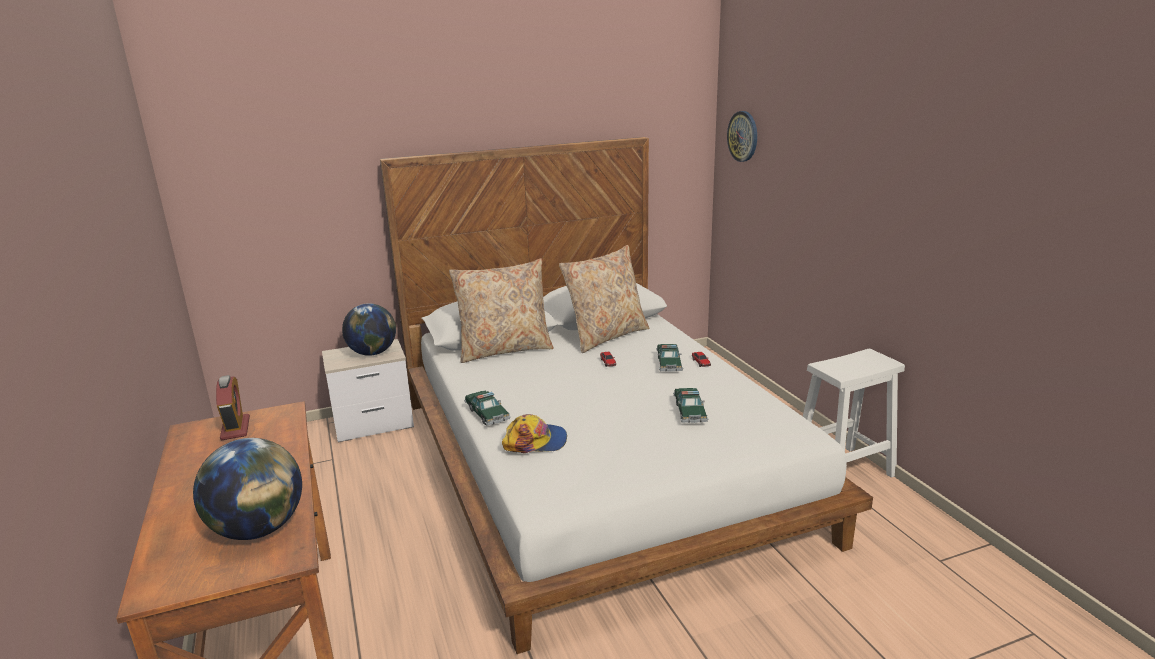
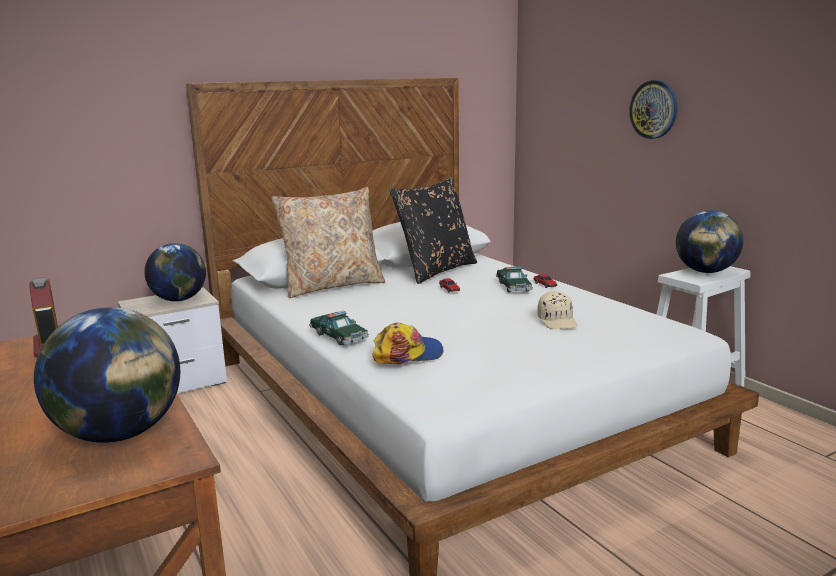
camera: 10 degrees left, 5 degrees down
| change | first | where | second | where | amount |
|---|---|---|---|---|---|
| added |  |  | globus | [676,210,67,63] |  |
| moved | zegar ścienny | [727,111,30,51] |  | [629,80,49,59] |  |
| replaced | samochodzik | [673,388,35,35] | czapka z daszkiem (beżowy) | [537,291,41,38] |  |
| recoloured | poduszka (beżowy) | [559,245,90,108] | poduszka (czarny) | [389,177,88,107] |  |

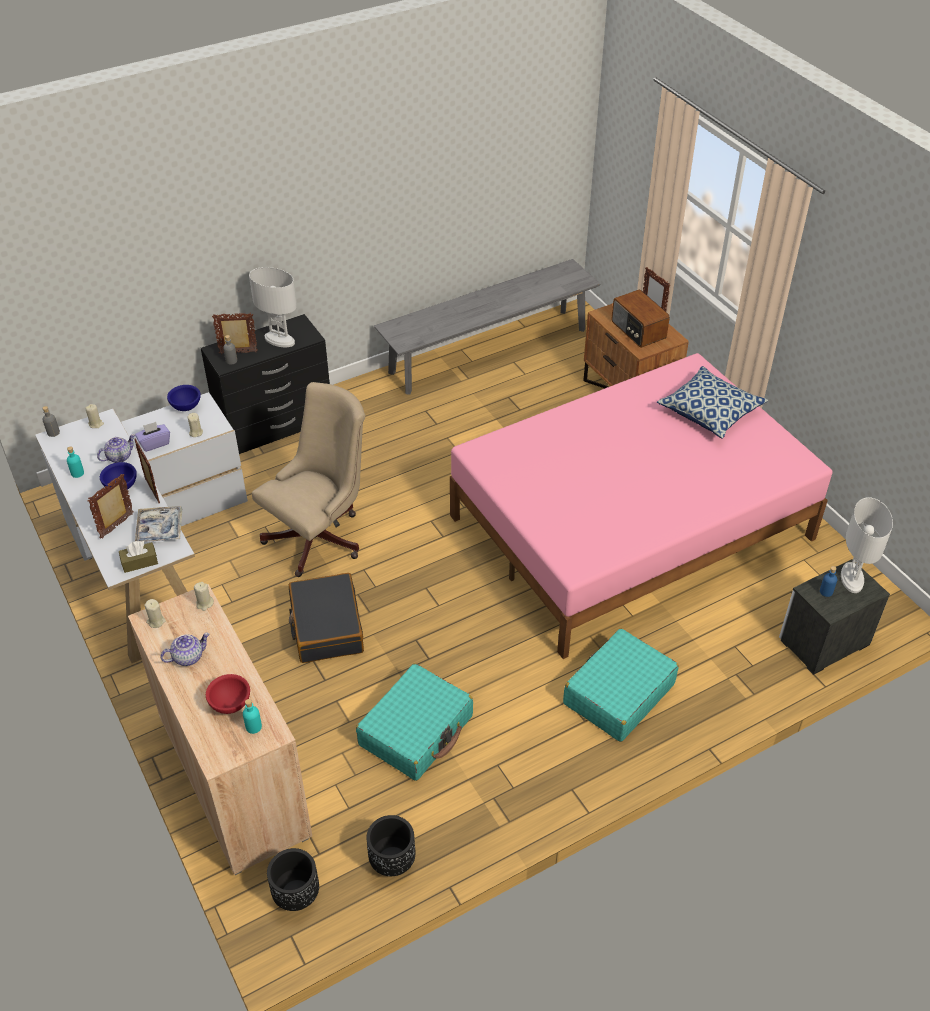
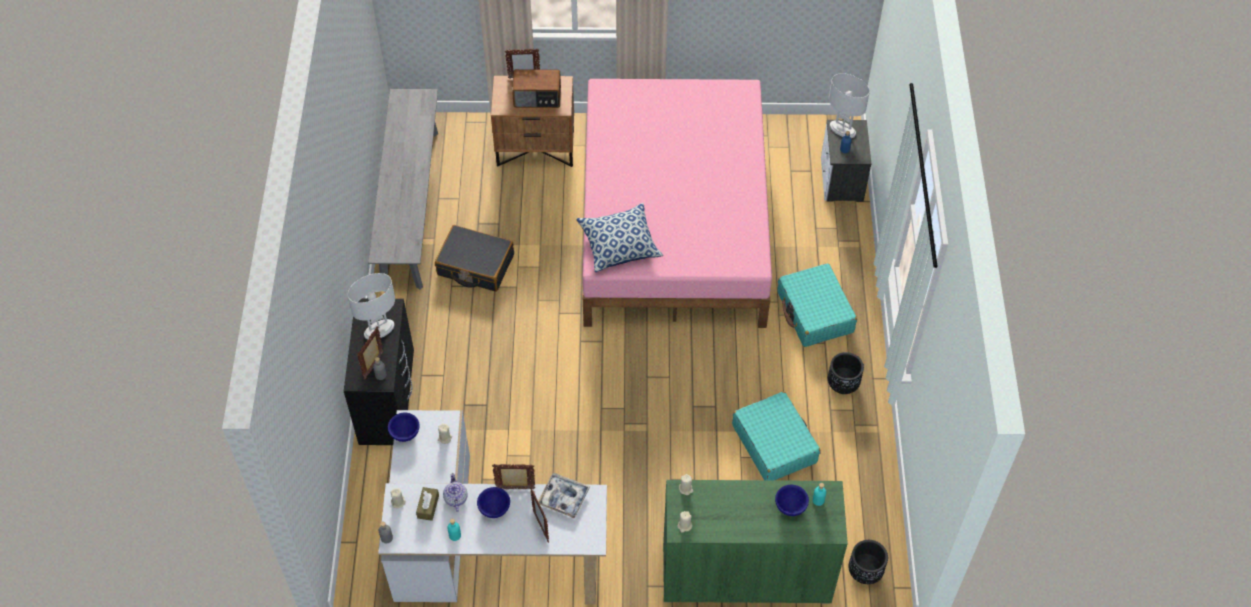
camera: 60 degrees left, 10 degrees up
| change | first | where | second | where | amount |
|---|---|---|---|---|---|
| removed | pudełko chusteczek (fioletowy) | [135,422,35,30] |  |  |  |
| removed | imbryk | [160,633,50,33] |  |  |  |
| removed | krzesło biurowe (beżowy) | [252,382,113,195] |  |  |  |
| moved | pudełko chusteczek (brązowy) | [119,541,39,32] |  | [416,487,23,34] |  |
| moved | walizka (czarny) | [289,573,75,90] |  | [435,225,79,67] |  |
| moved | donica (czarny) | [367,815,48,61] |  | [828,352,36,42] |  |
| moved | poduszka | [657,366,111,73] |  | [576,203,87,69] |  |
| recoloured | szafka (beżowy) | [128,584,184,291] | szafka (zielony) | [663,480,185,123] |  |
| recoloured | miska (czerwony) | [206,674,44,40] | miska (niebieski) | [775,485,34,31] |  |

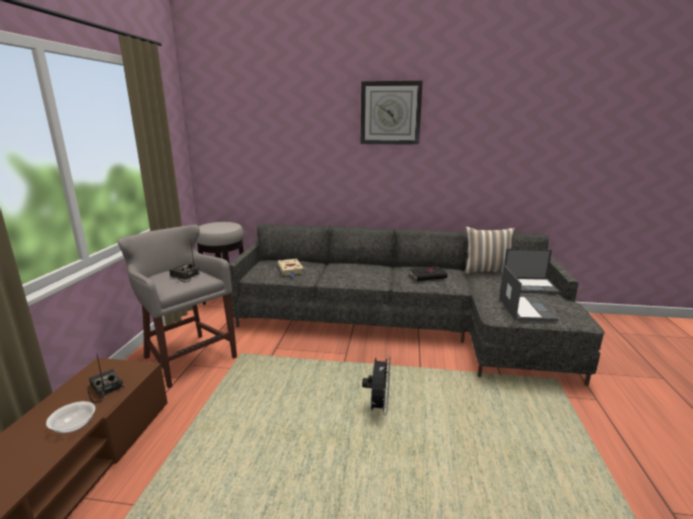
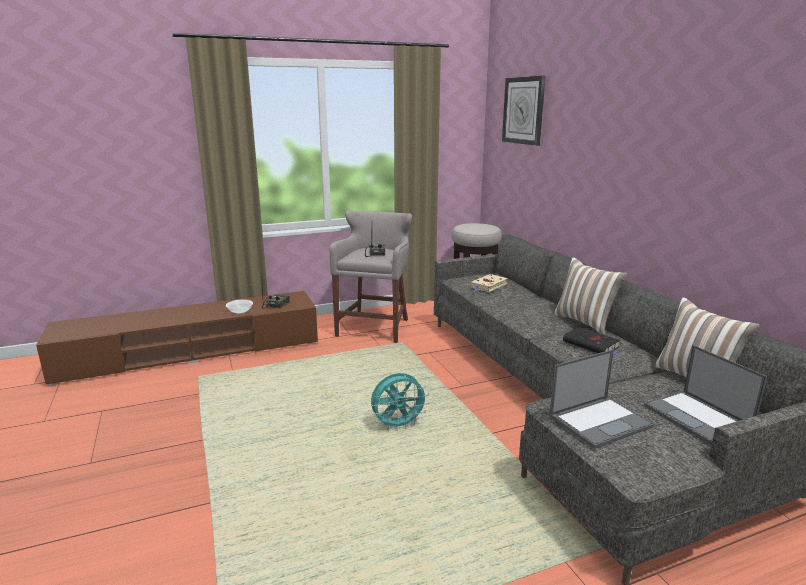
camera: 60 degrees right, 0 degrees up
| change | first | where | second | where | amount |
|---|---|---|---|---|---|
| added |  |  | poduszka | [554,257,73,78] |  |
| moved | zegar ścienny | [361,81,62,64] |  | [502,76,44,70] |  |
| recoloured | wentylator (czarny) | [362,355,29,60] | wentylator (turkusowy) | [371,373,58,57] |  |

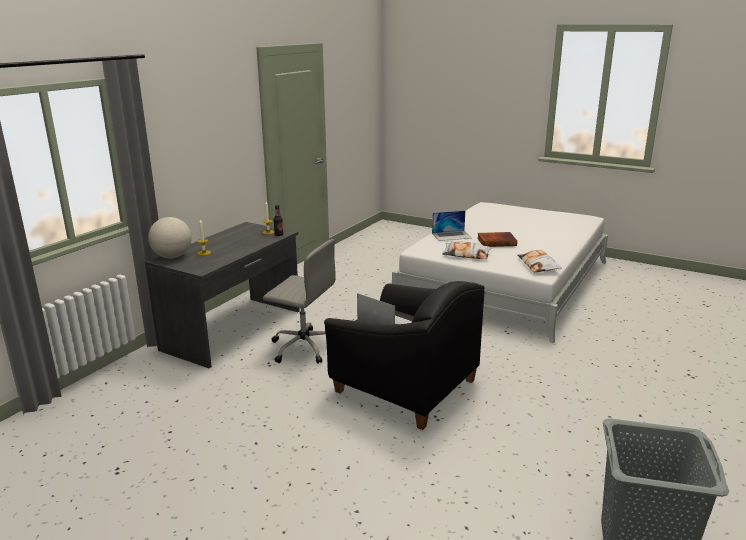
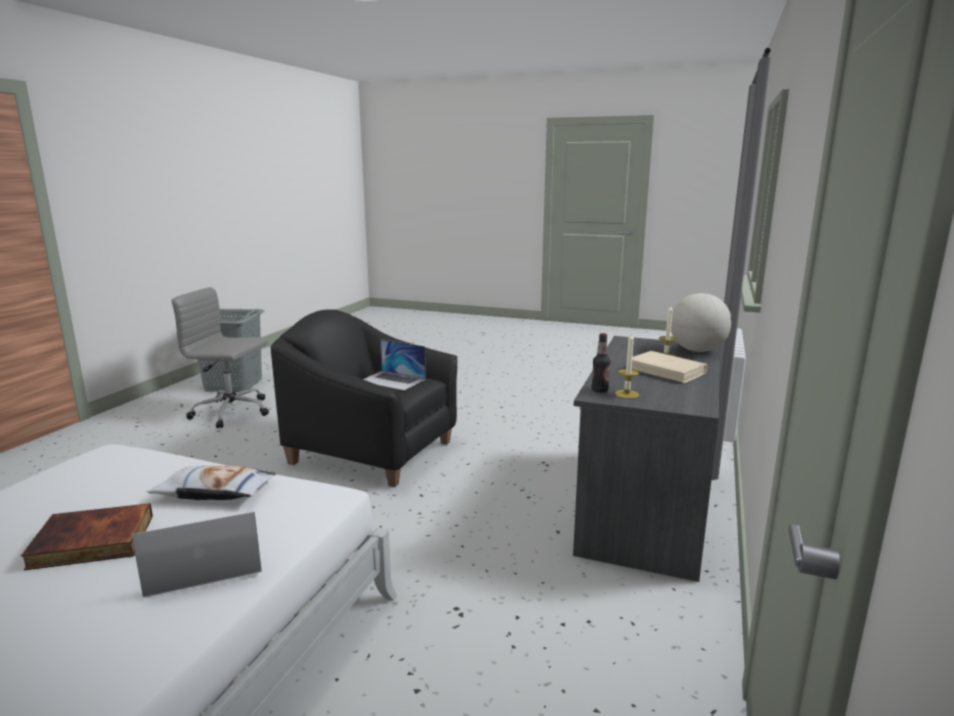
camera: 170 degrees right, 5 degrees down
| change | first | where | second | where | amount |
|---|---|---|---|---|---|
| removed | poduszka | [517,250,45,23] |  |  |  |
| added |  |  | książka (beżowy) | [631,351,76,32] |  |
| moved | krzesło biurowe (szary) | [263,239,72,125] |  | [171,287,98,142] |  |

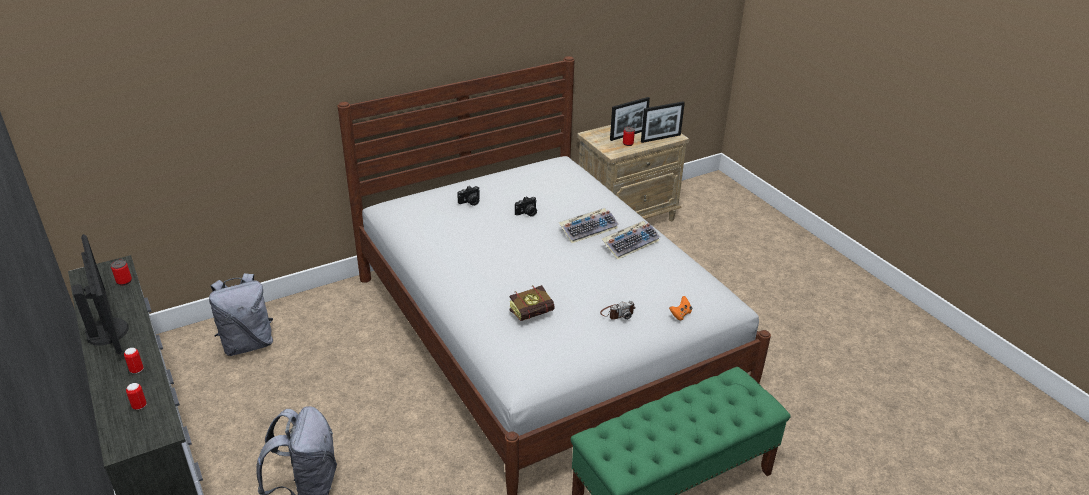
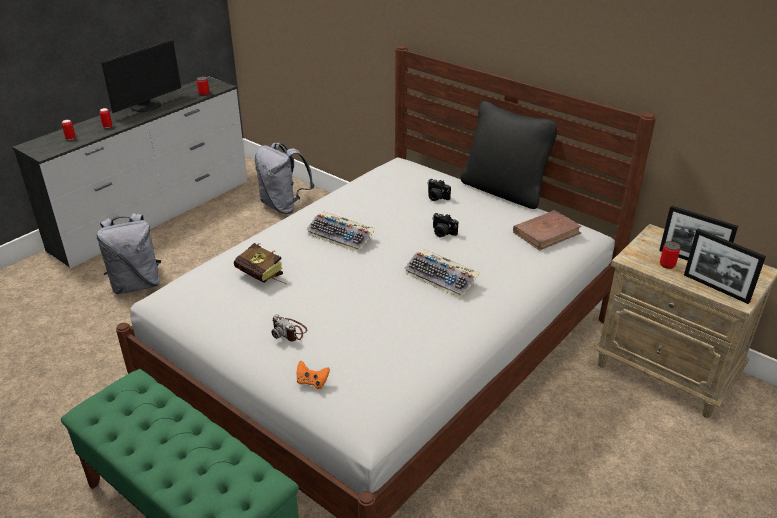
camera: 70 degrees right, 0 degrees up
| change | first | where | second | where | amount |
|---|---|---|---|---|---|
| added |  |  | poduszka (czarny) | [460,101,97,108] |  |
| added |  |  | książka (brązowy) | [513,210,69,41] |  |
| moved | klawiatura | [602,221,58,39] |  | [306,211,69,41] |  |

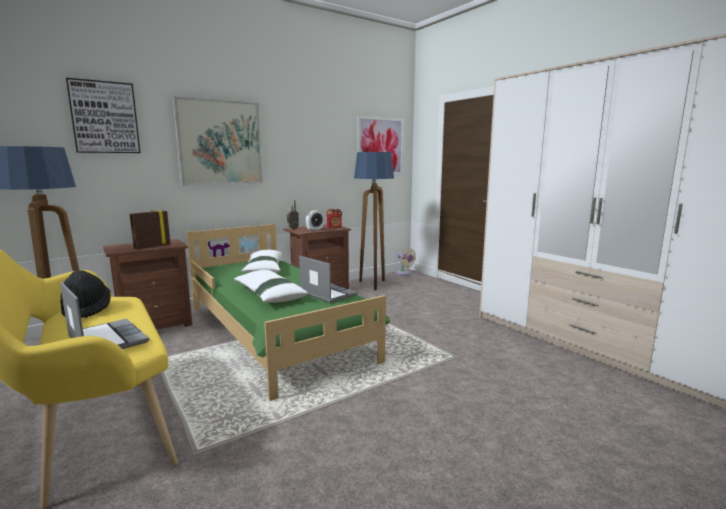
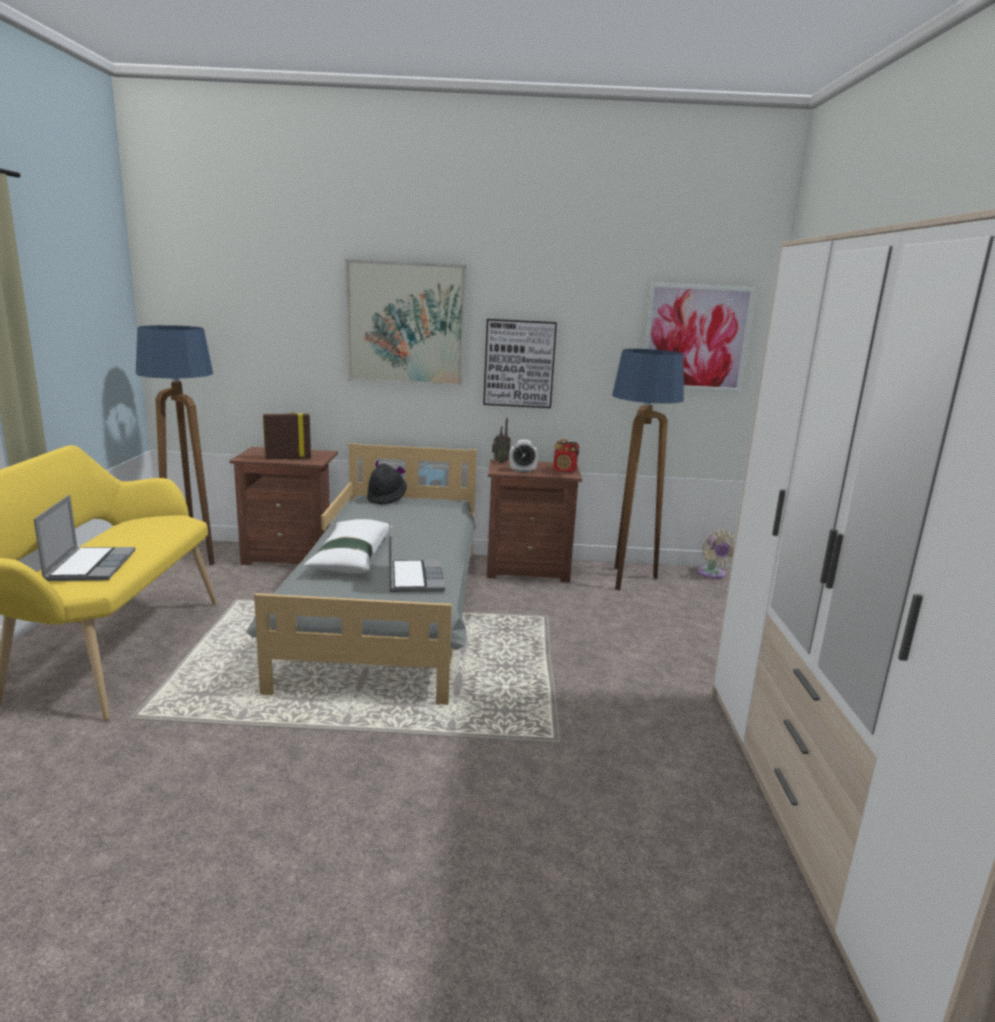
camera: 35 degrees right, 5 degrees up
| change | first | where | second | where | amount |
|---|---|---|---|---|---|
| removed | poduszka (biały) | [241,250,42,23] |  |  |  |
| moved | kapelusz (czarny) | [60,270,51,48] |  | [367,464,40,41] |  |
| moved | obraz | [66,78,74,75] |  | [483,319,74,89] |  |
| recoloured | łóżko (zielony) | [187,224,203,177] | łóżko (szary) | [246,443,231,262] |  |

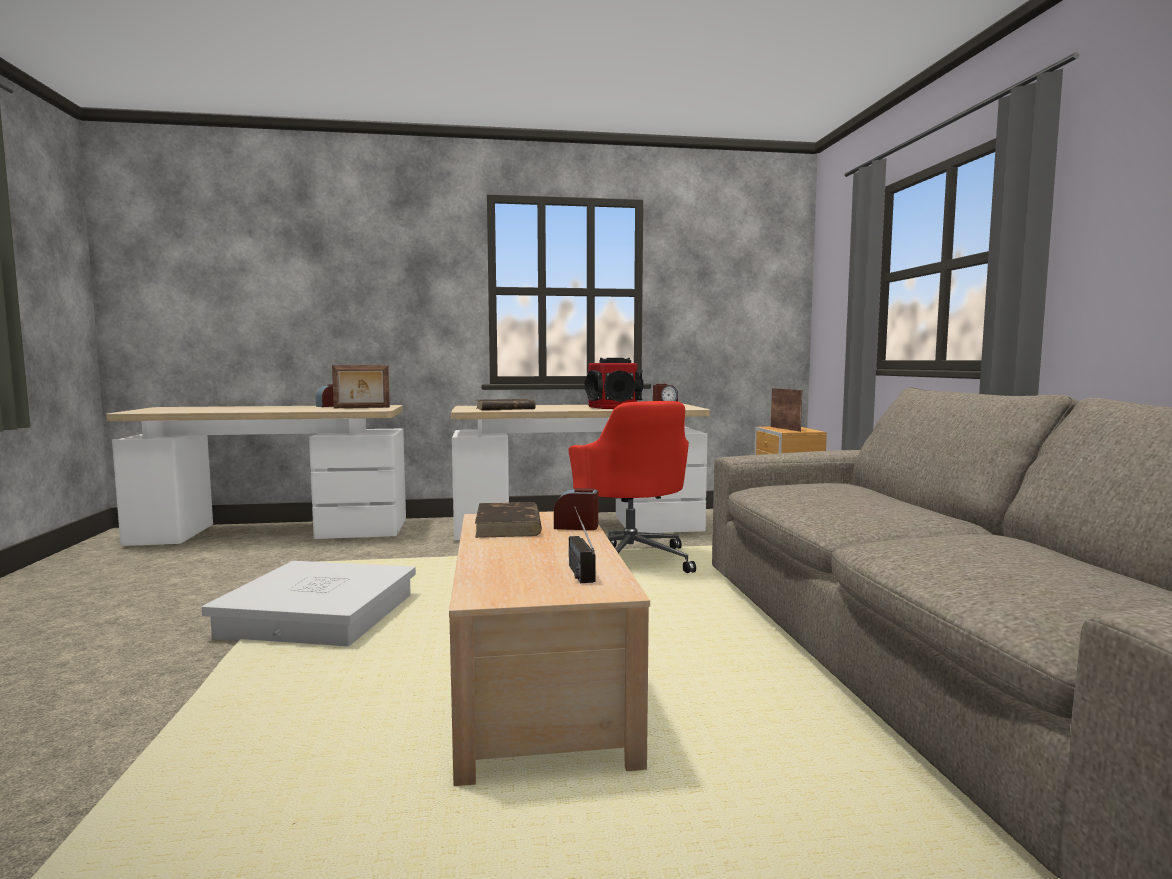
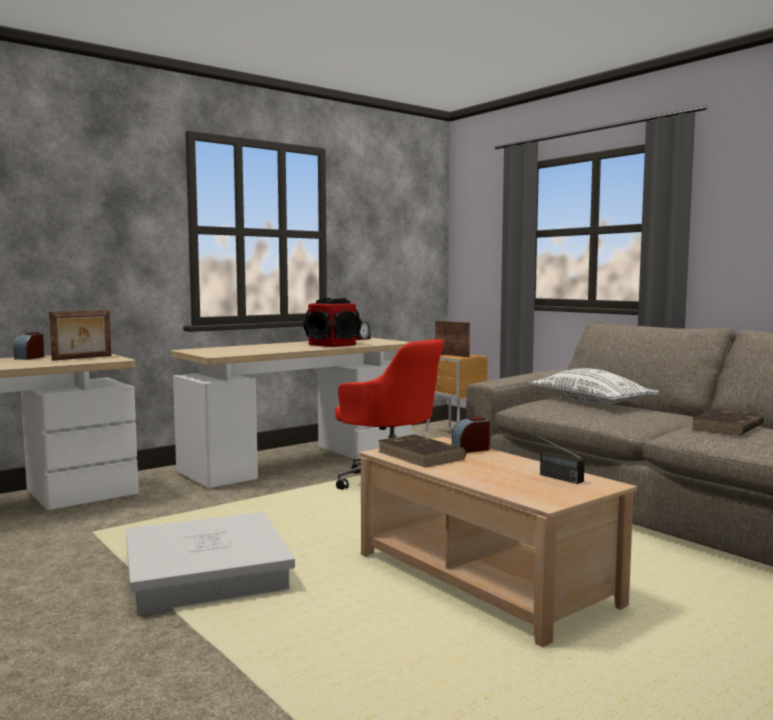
camera: 30 degrees left, 0 degrees up
| change | first | where | second | where | amount |
|---|---|---|---|---|---|
| added |  |  | poduszka (biały) | [529,368,130,37] |  |
| moved | książka (brązowy) | [477,399,59,11] |  | [692,409,72,27] |  |

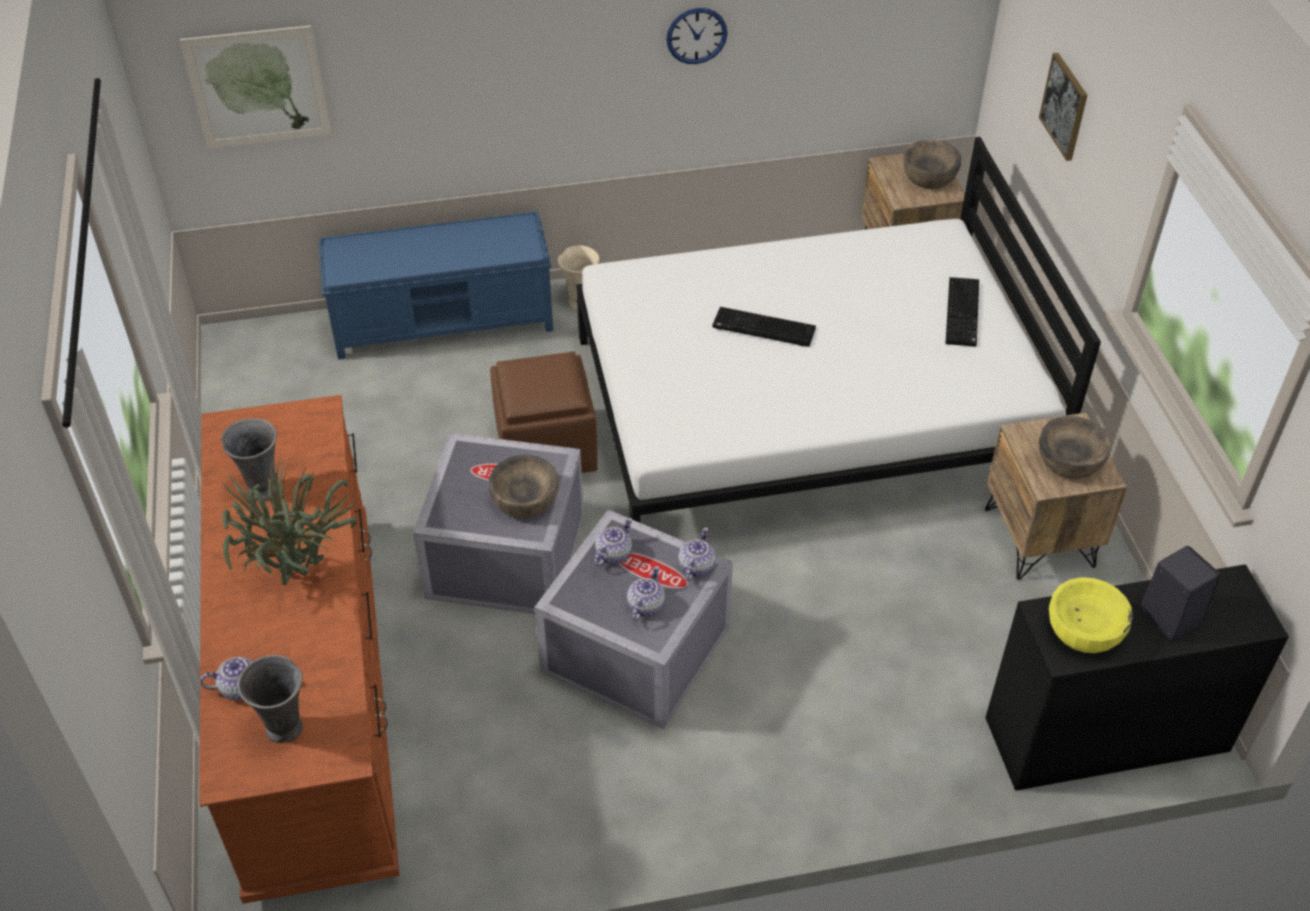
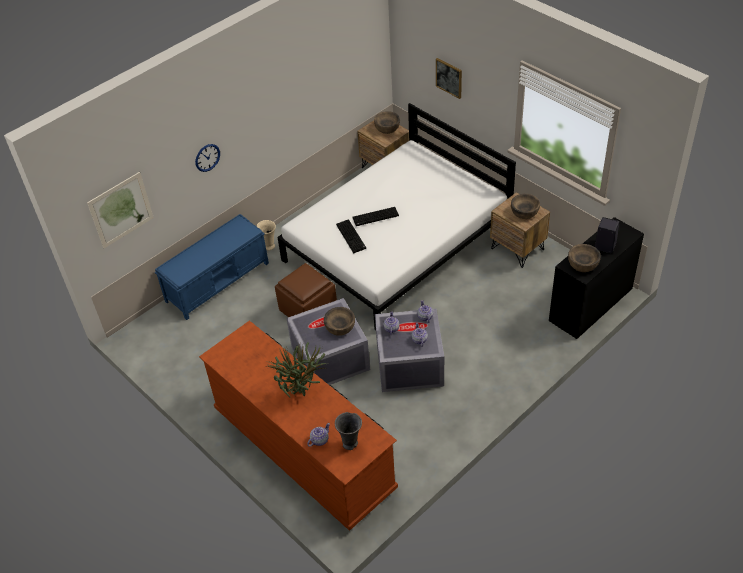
camera: 30 degrees left, 0 degrees up
| change | first | where | second | where | amount |
|---|---|---|---|---|---|
| removed | wazon (szary) | [221,418,58,82] |  |  |  |
| moved | zegar ścienny | [666,8,62,56] |  | [195,144,25,28] |  |
| moved | klawiatura | [945,277,34,70] |  | [336,219,30,34] |  |
| recoloured | miska (żółty) | [1049,577,84,76] | miska (brązowy) | [568,244,33,28] |  |

